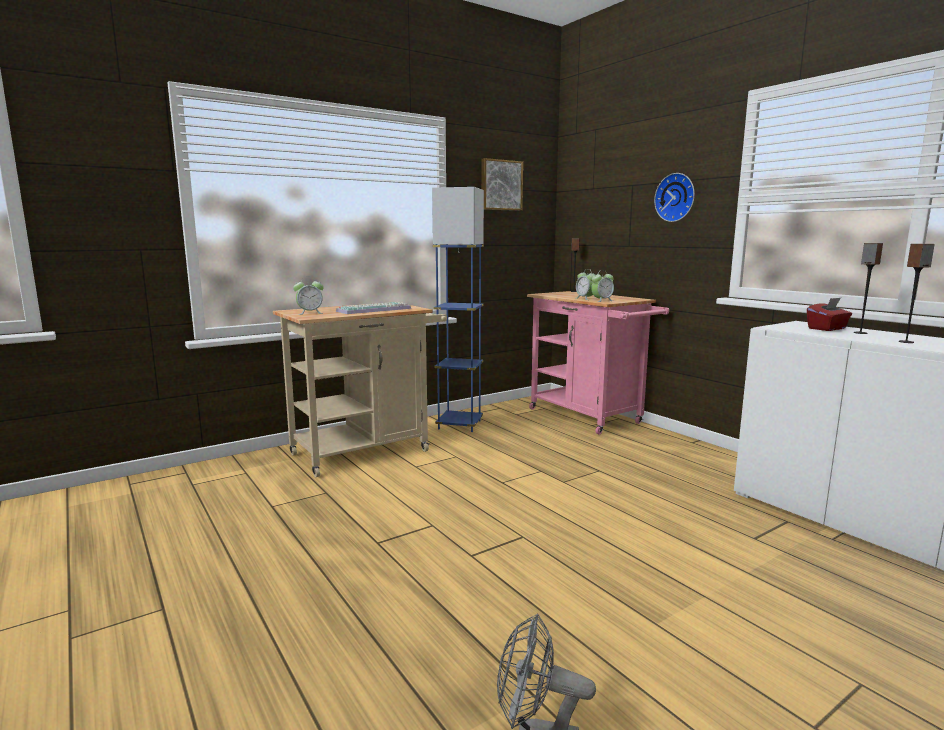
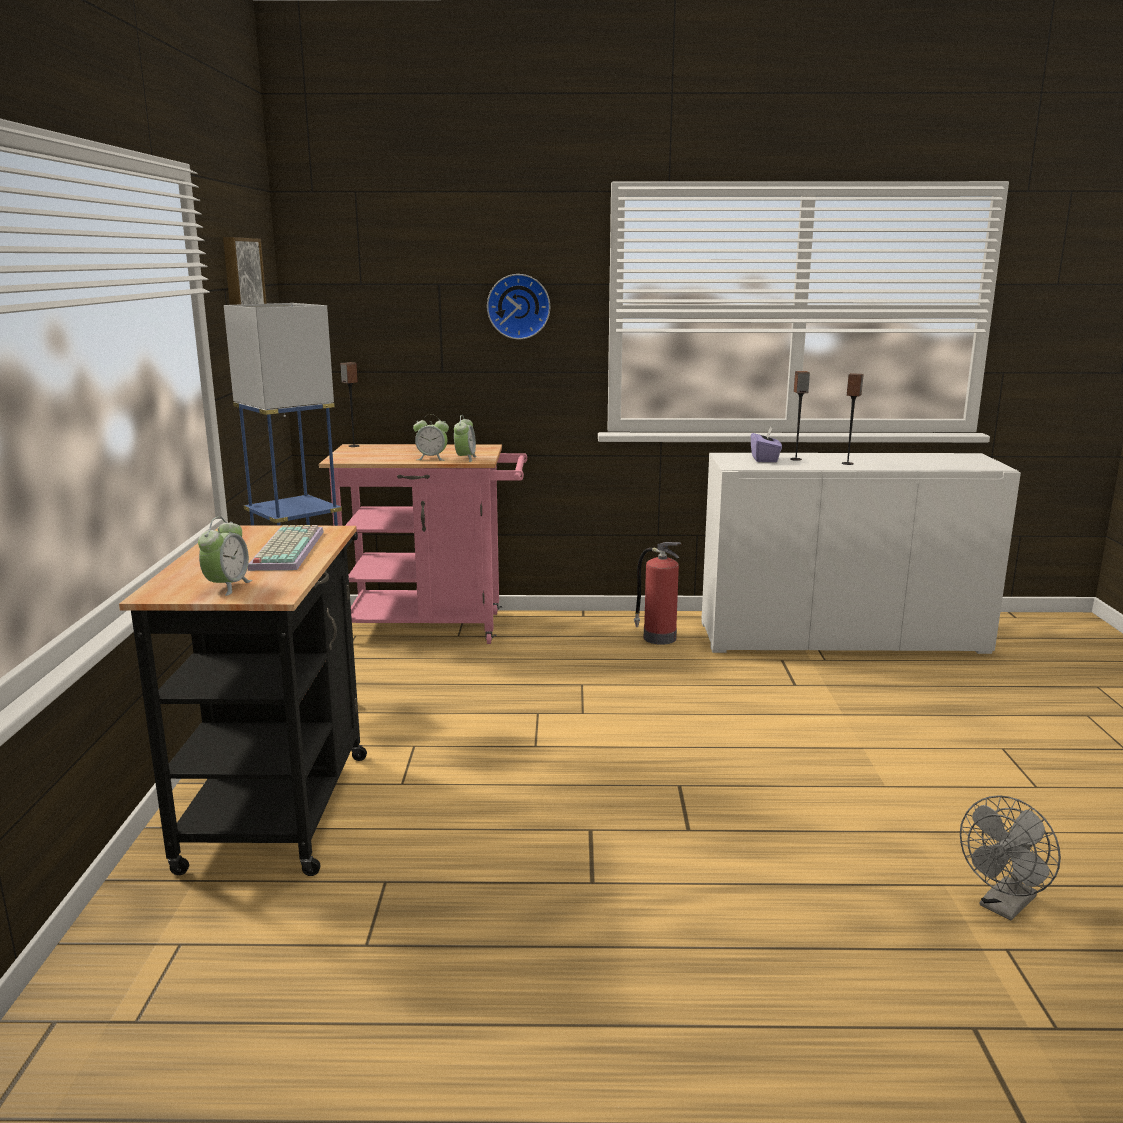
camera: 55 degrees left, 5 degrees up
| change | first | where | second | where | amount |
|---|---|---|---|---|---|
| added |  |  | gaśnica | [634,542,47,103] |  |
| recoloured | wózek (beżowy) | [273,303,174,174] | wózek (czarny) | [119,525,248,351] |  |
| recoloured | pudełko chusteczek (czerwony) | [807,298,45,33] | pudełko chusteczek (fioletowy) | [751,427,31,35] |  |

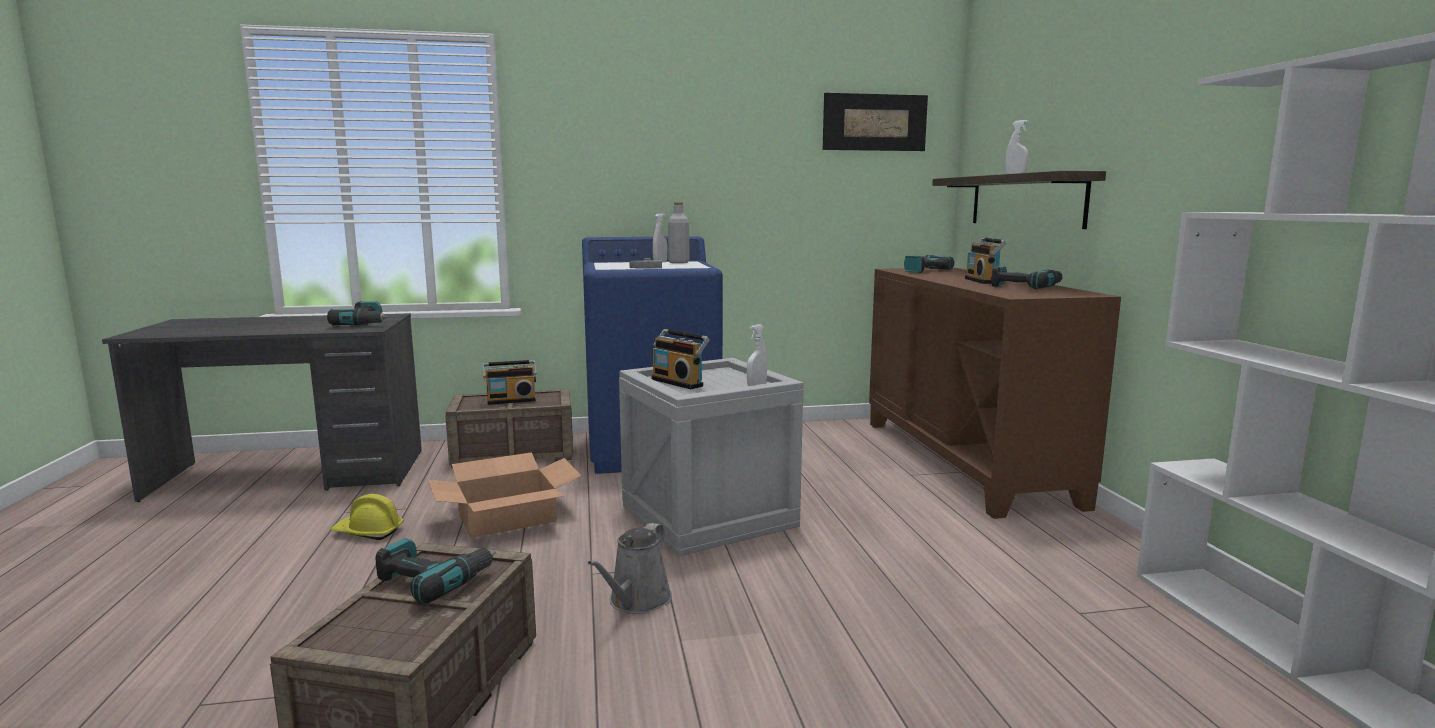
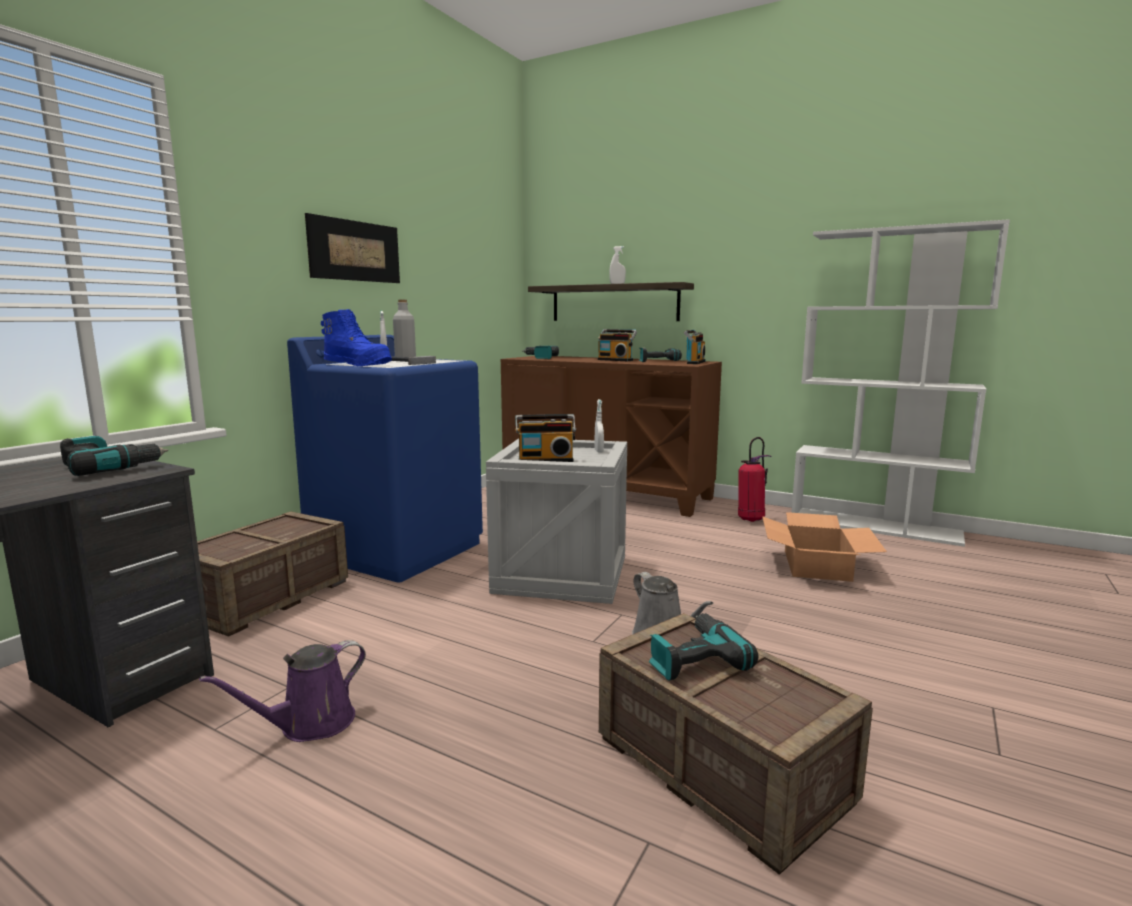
camera: 50 degrees left, 0 degrees up
| change | first | where | second | where | amount |
|---|---|---|---|---|---|
| added |  |  | but z cholewką (niebieski) | [321,309,71,57] |  |
| added |  |  | gaśnica | [738,437,33,85] |  |
| moved | karton | [428,452,153,86] |  | [762,512,125,70] |  |
| moved | radio | [483,360,54,45] |  | [684,330,21,34] |  |
| moved | obraz | [823,93,105,58] |  | [305,213,95,70] |  |
| replaced | kask (żółty) | [331,494,72,46] | konewka (fioletowy) | [199,640,167,102] |  |

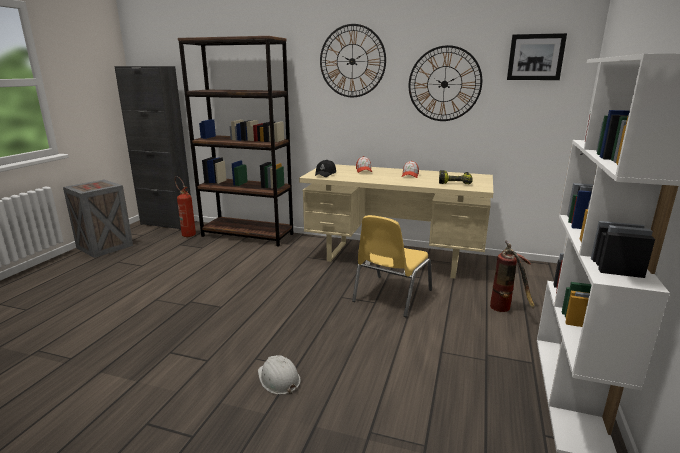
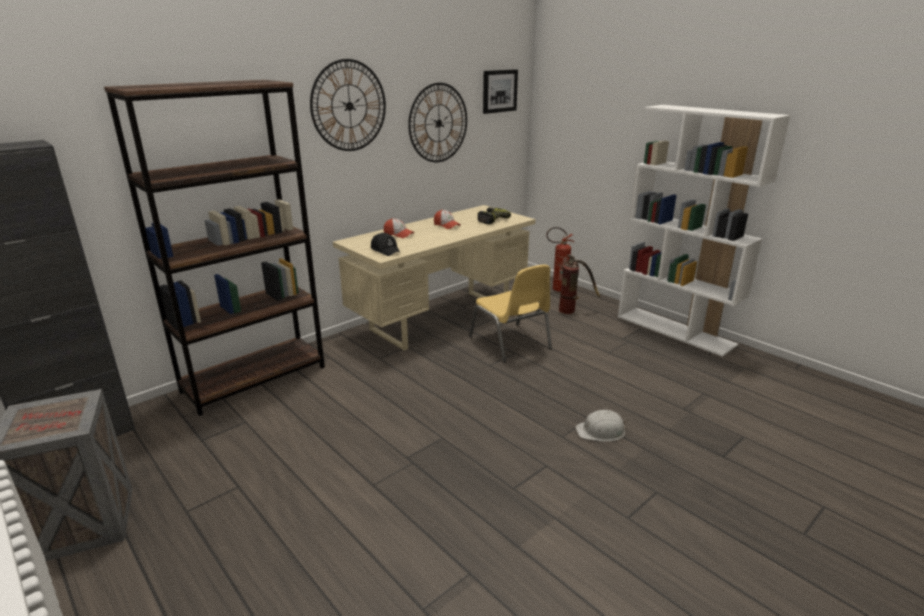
camera: 60 degrees left, 5 degrees up
| change | first | where | second | where | amount |
|---|---|---|---|---|---|
| moved | gaśnica | [175,176,21,61] |  | [546,227,28,65] |  |

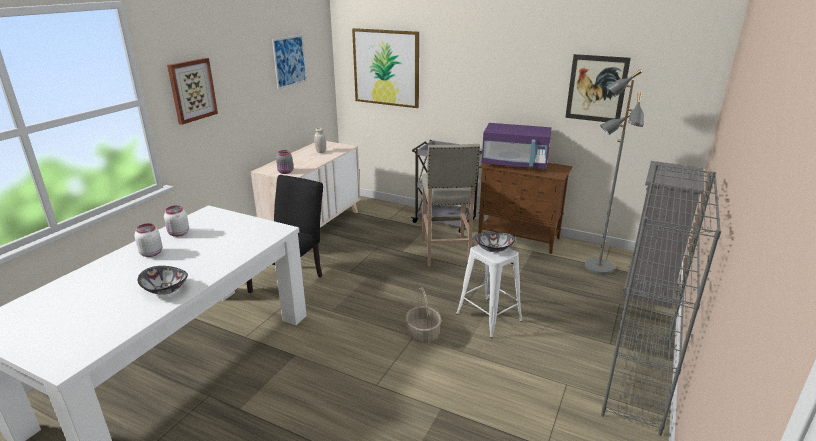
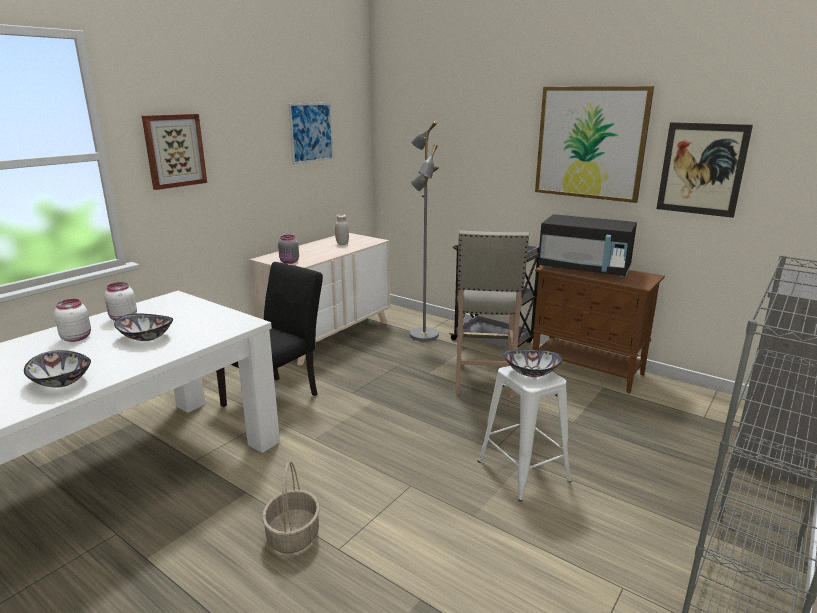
camera: 10 degrees right, 5 degrees down
| change | first | where | second | where | amount |
|---|---|---|---|---|---|
| added |  |  | miska | [114,314,59,27] |  |
| moved | obraz | [352,28,67,80] |  | [535,86,119,117] |  |
| moved | koszyk | [405,287,36,56] |  | [262,461,58,93] |  |
| moved | lampa stojąca (szary) | [585,69,59,206] |  | [410,121,29,220] |  |
| recoloured | mikrofalówka (fioletowy) | [482,123,70,47] | mikrofalówka (czarny) | [538,214,99,63] |  |

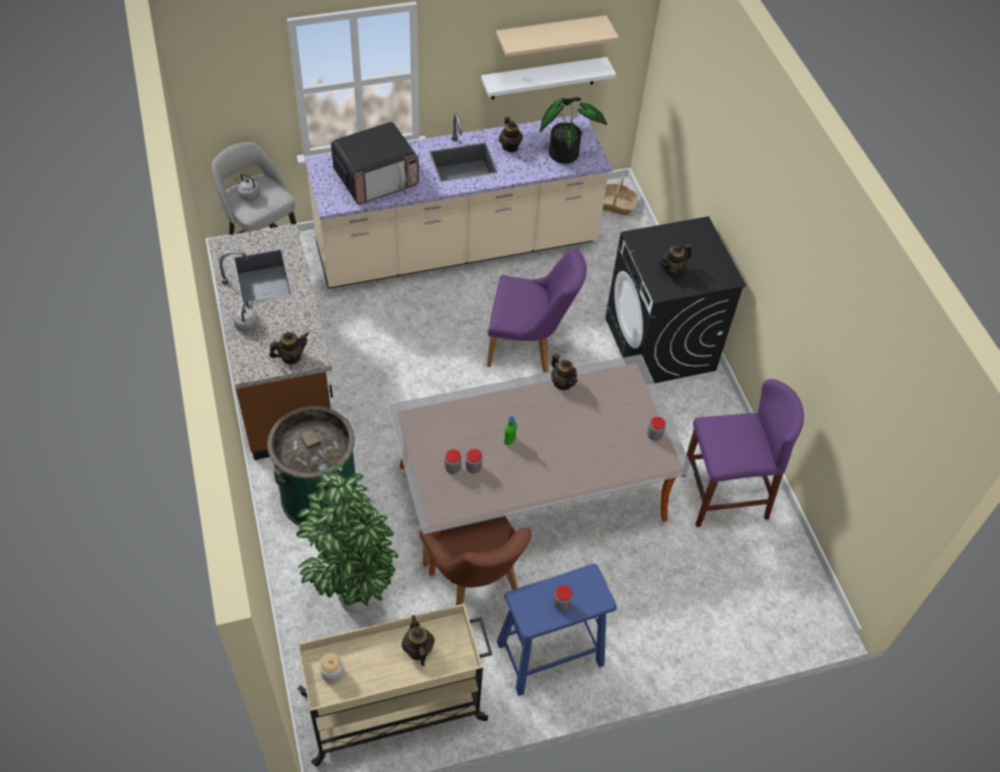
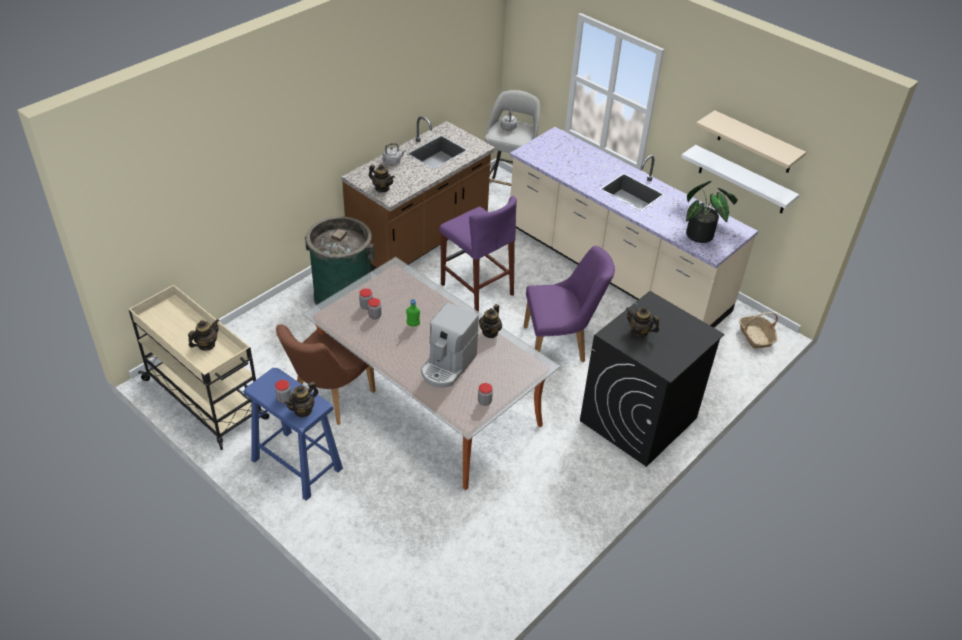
camera: 60 degrees right, 10 degrees down
| change | first | where | second | where | amount |
|---|---|---|---|---|---|
| removed | roślina doniczkowa | [296,463,103,151] |  |  |  |
| removed | słoik | [319,653,25,30] |  |  |  |
| removed | mikrofalówka | [331,122,88,82] |  |  |  |
| added |  |  | ekspres do kawy | [421,303,58,85] |  |
| moved | imbryk | [499,117,24,35] |  | [285,382,33,36] |  |
| moved | stołek (fioletowy) | [682,379,122,148] |  | [439,196,78,116] |  |
| turned | krzesło (fioletowy) | [487,249,100,124] |  | [524,246,91,117] | 75 degrees counterclockwise |

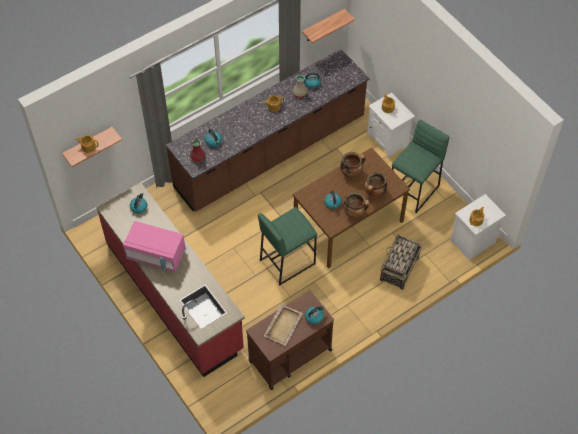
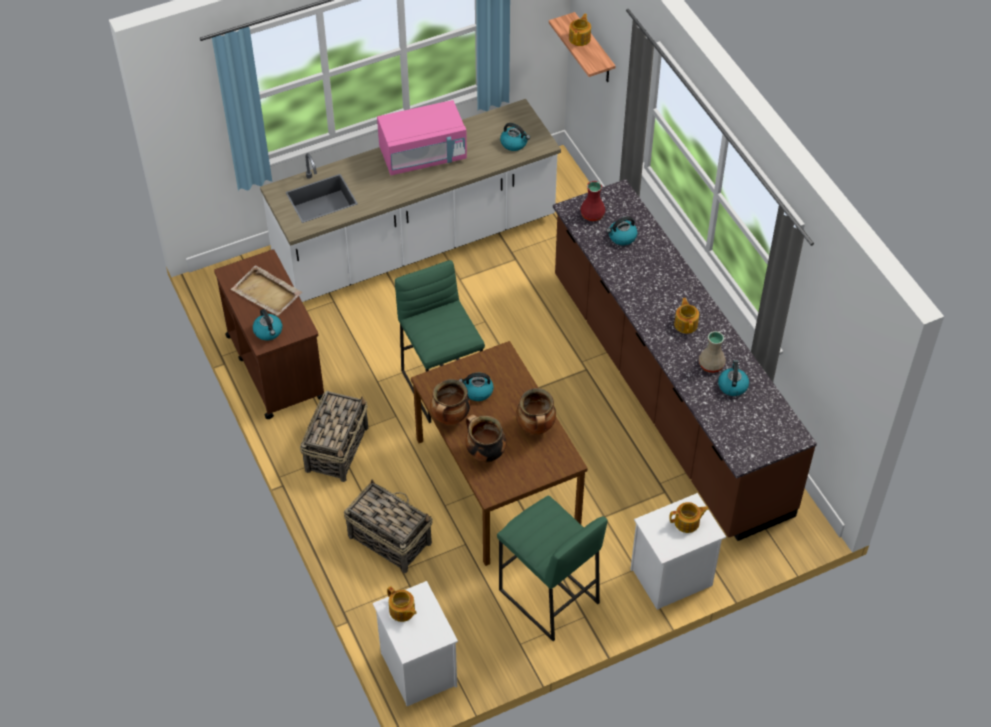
camera: 100 degrees right, 5 degrees down
| change | first | where | second | where | amount |
|---|---|---|---|---|---|
| removed | półka | [302,9,53,34] |  |  |  |
| added |  |  | koszyk | [300,391,68,91] |  |
| recoloured | zabudowa kuchenna (czerwony) | [96,183,149,194] | zabudowa kuchenna (biały) | [260,99,301,203] |  |
| turned | mikrofalówka (różowy) | [123,221,63,51] |  | [377,100,90,75] | 135 degrees counterclockwise |

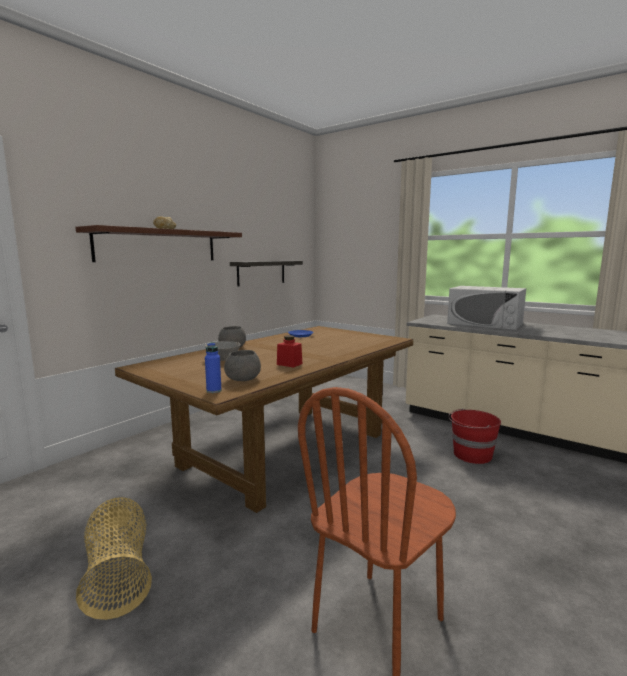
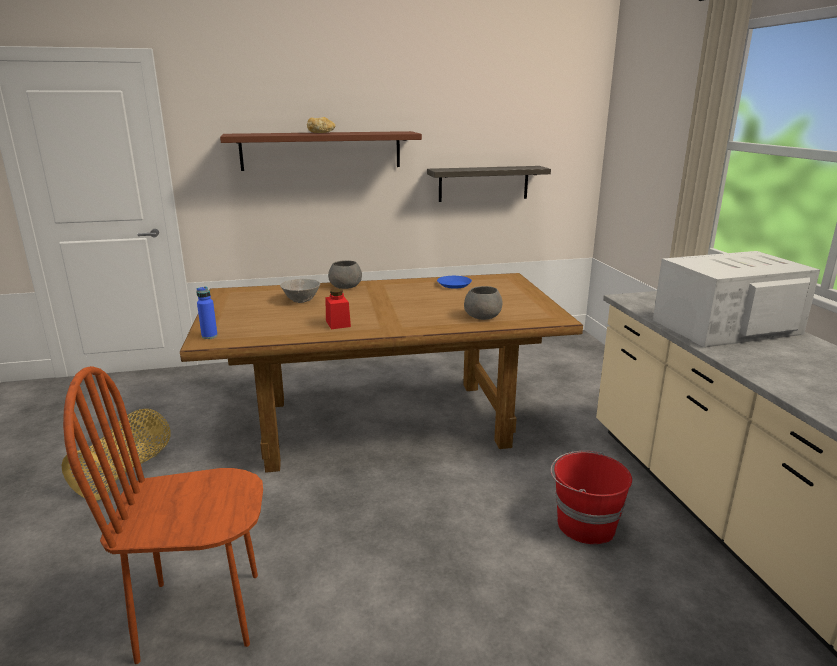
camera: 40 degrees right, 10 degrees up
| change | first | where | second | where | amount |
|---|---|---|---|---|---|
| moved | miska (szary) | [224,350,37,31] |  | [464,286,39,34] |  |
| turned | mikrofalówka (biały) | [447,286,79,44] |  | [653,251,167,97] | 90 degrees clockwise |

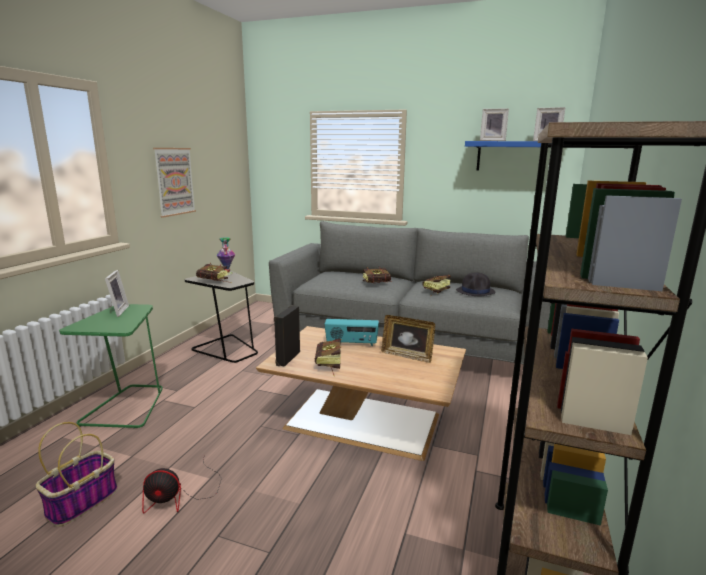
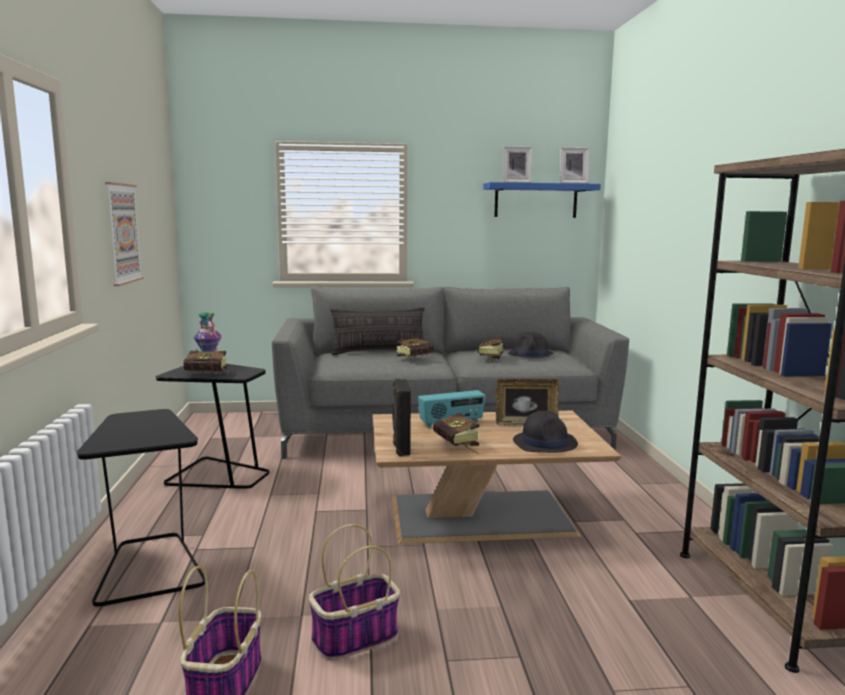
camera: 25 degrees left, 5 degrees down
| change | first | where | second | where | amount |
|---|---|---|---|---|---|
| removed | ramka na zdjęcie | [105,270,24,47] |  |  |  |
| added |  |  | poduszka | [331,307,94,48] |  |
| added |  |  | kapelusz (czarny) | [513,411,65,42] |  |
| replaced | wentylator | [142,455,80,58] | koszyk | [308,524,92,136] |  |
| recoloured | stolik (zielony) | [59,304,104,124] | stolik (czarny) | [76,409,129,198] |  |

